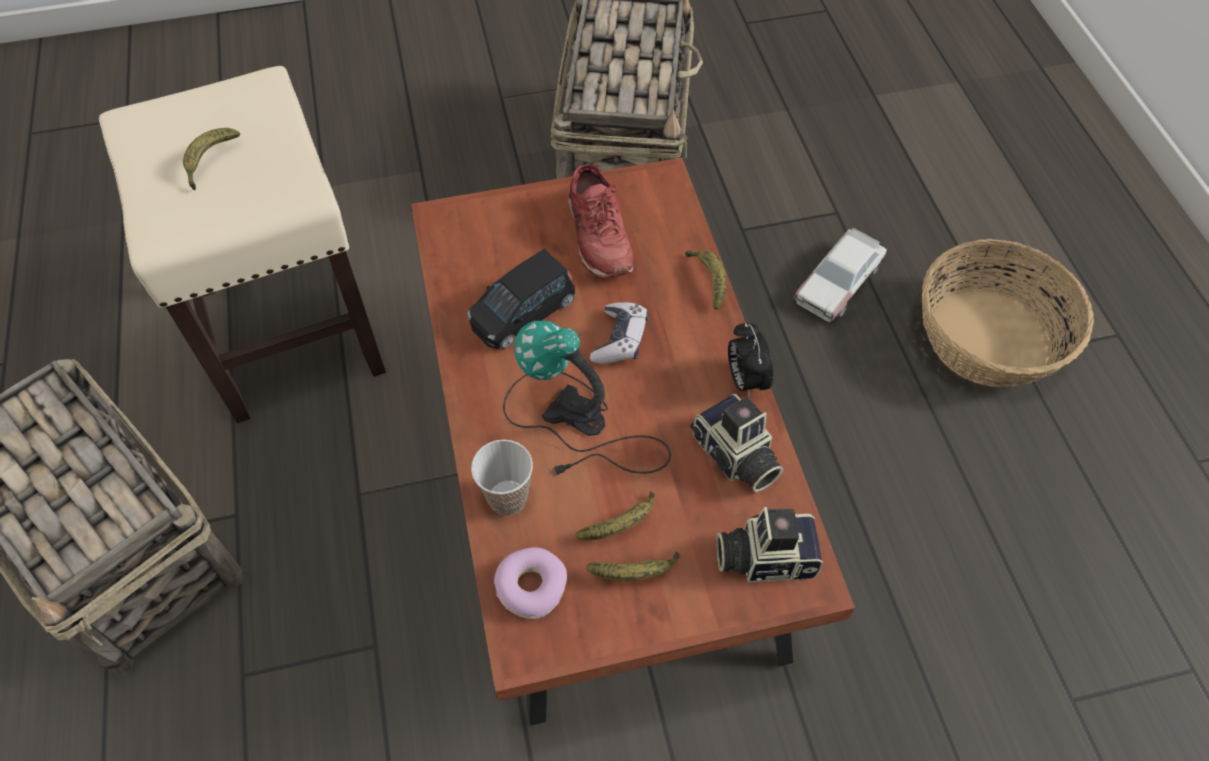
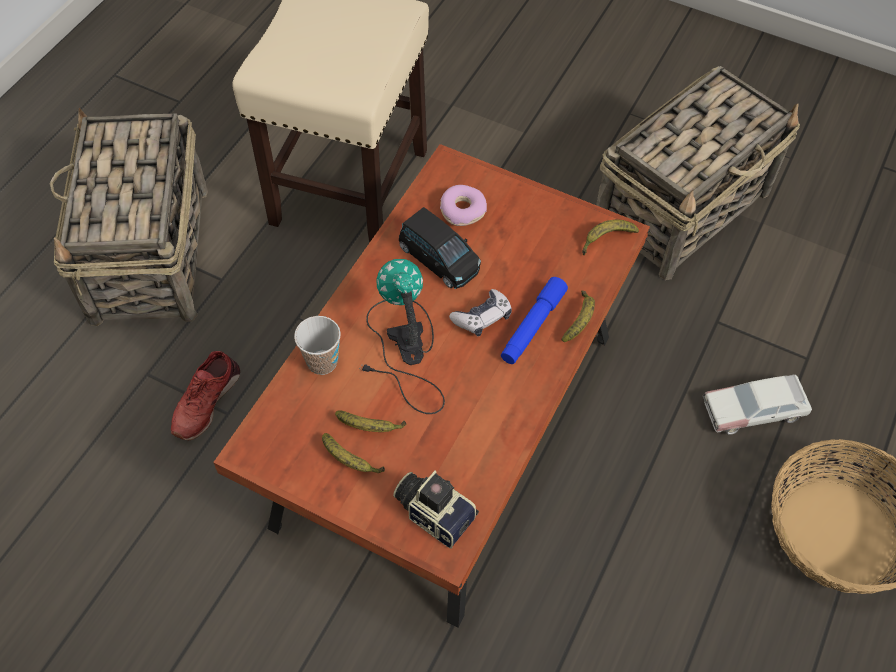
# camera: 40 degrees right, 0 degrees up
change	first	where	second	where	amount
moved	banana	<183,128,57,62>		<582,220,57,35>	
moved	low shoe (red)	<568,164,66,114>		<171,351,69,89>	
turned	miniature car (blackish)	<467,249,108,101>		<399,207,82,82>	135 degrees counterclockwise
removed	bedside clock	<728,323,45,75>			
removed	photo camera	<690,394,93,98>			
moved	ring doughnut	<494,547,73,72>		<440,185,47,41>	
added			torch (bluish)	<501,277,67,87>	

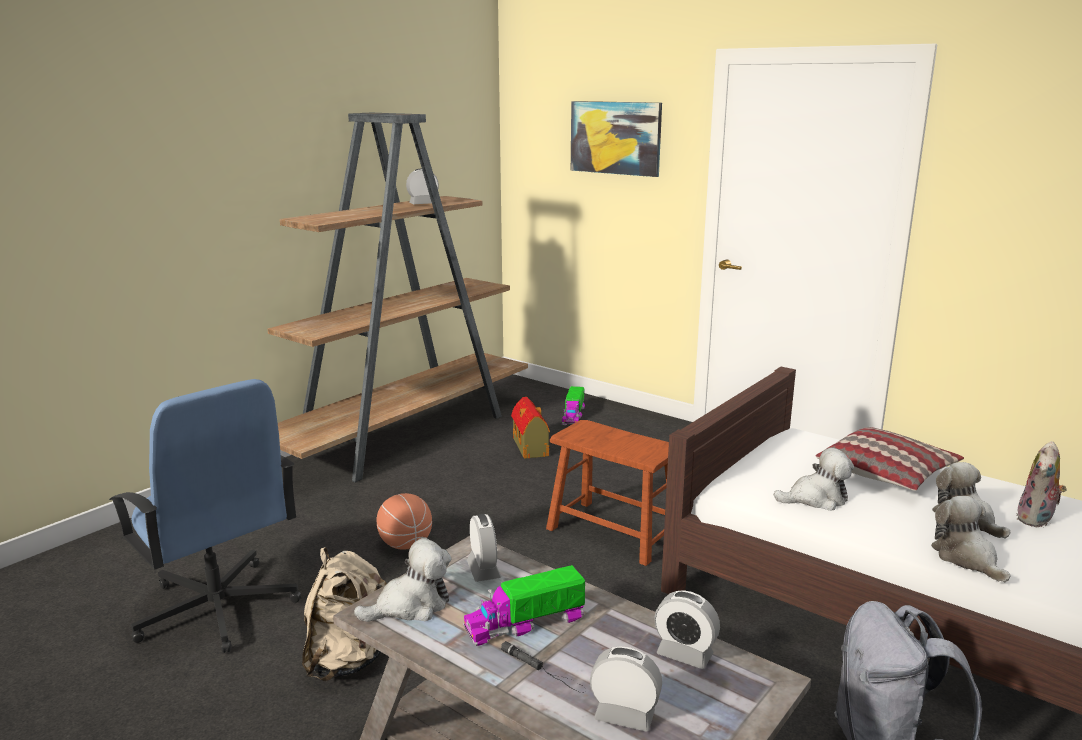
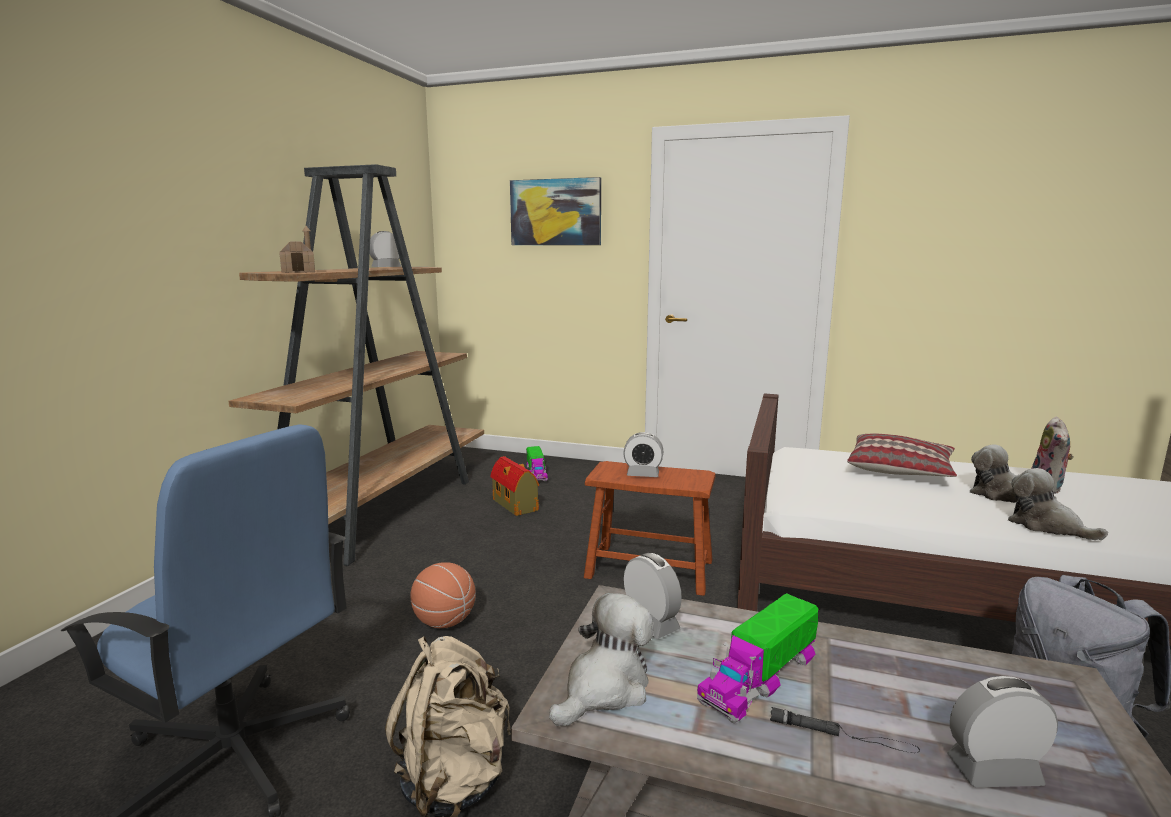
# camera: 20 degrees left, 5 degrees down
change	first	where	second	where	amount
removed	soft toy	<774,448,80,63>			
moved	bedside clock	<654,590,66,79>		<623,432,41,45>	
added			miniature house	<279,226,36,47>	

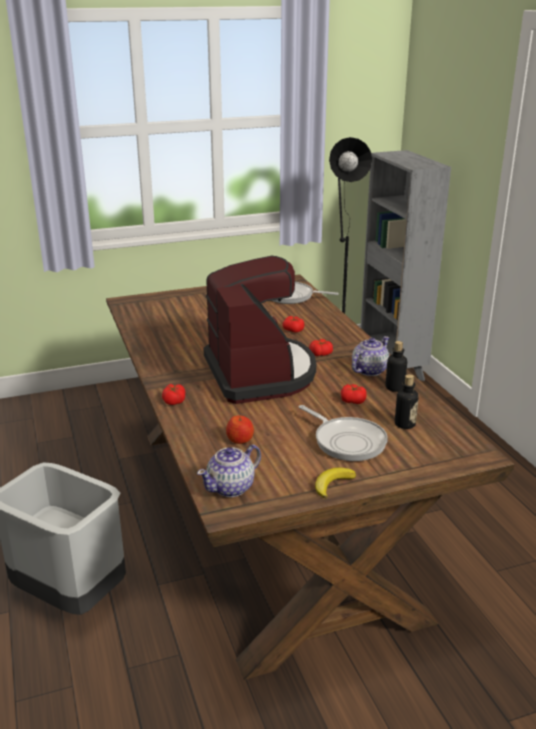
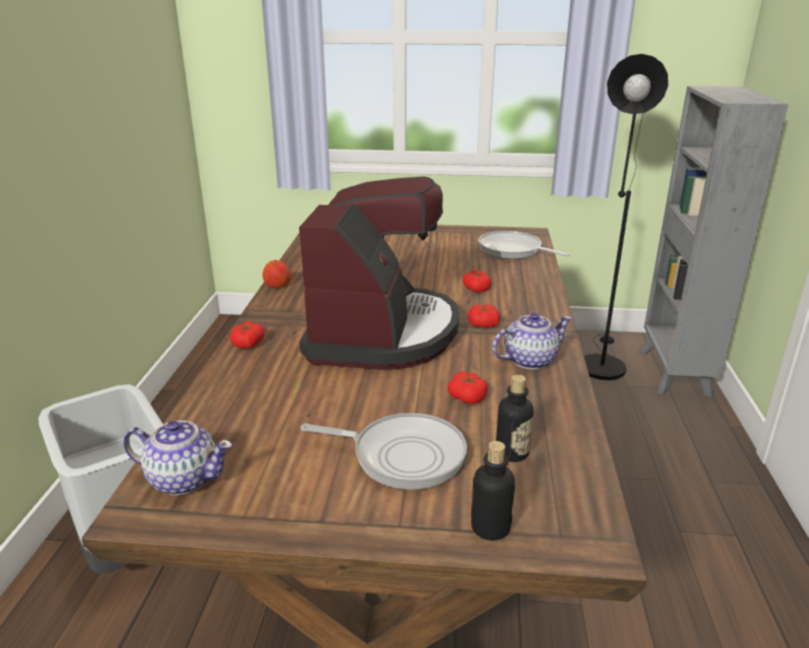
# camera: 25 degrees right, 0 degrees up
change	first	where	second	where	amount
moved	bottle	<385,341,22,51>		<471,441,44,99>	
turned	pan	<299,405,89,56>		<300,413,167,77>	60 degrees counterclockwise
moved	apple fruit	<226,415,28,29>		<262,260,29,28>	
turned	tea pot	<197,445,64,52>		<123,421,109,74>	150 degrees counterclockwise
removed	banana	<315,468,41,31>			

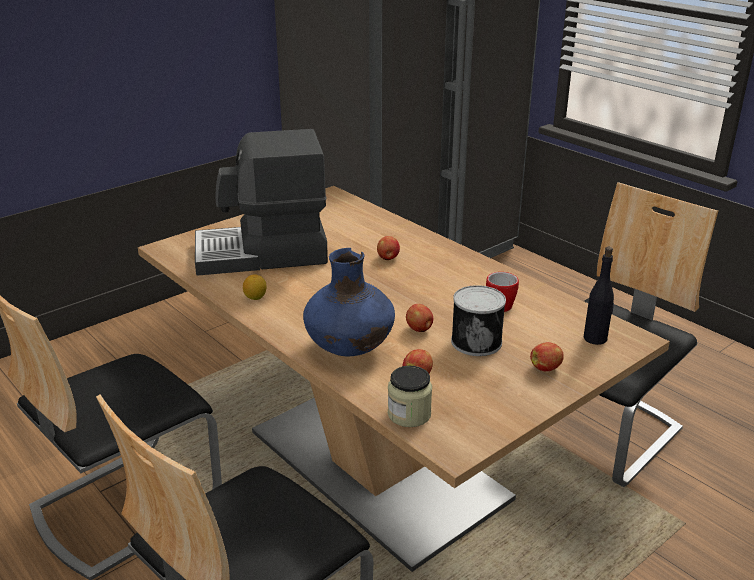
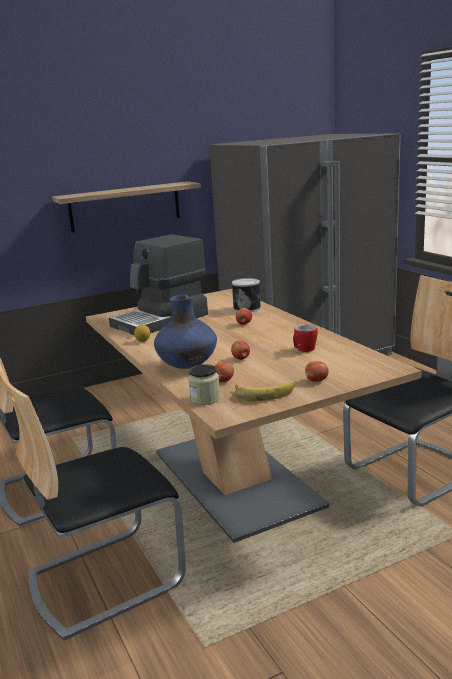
# camera: 15 degrees right, 10 degrees down
change	first	where	second	where	amount
turned	coffee brewer	<195,129,133,147>		<109,234,99,101>	45 degrees counterclockwise
removed	bottle (blackish)	<584,247,30,98>			
moved	sealed can	<451,285,55,71>		<232,278,29,34>	
added			wall shelf	<52,181,149,52>	
added			banana	<235,382,59,19>	

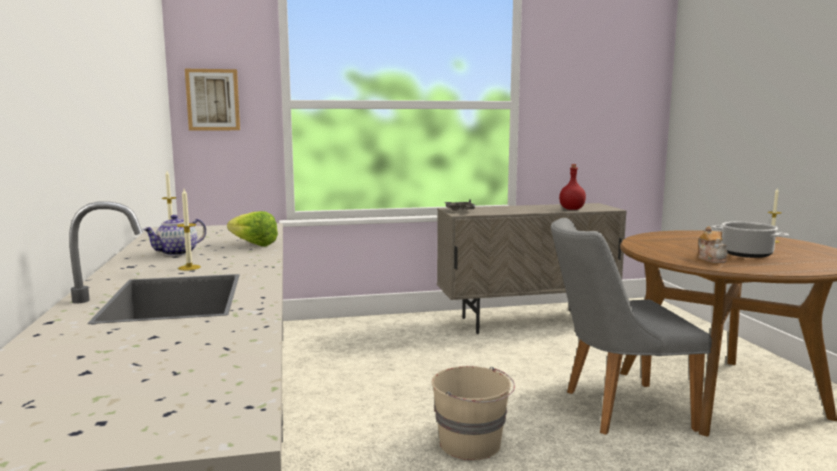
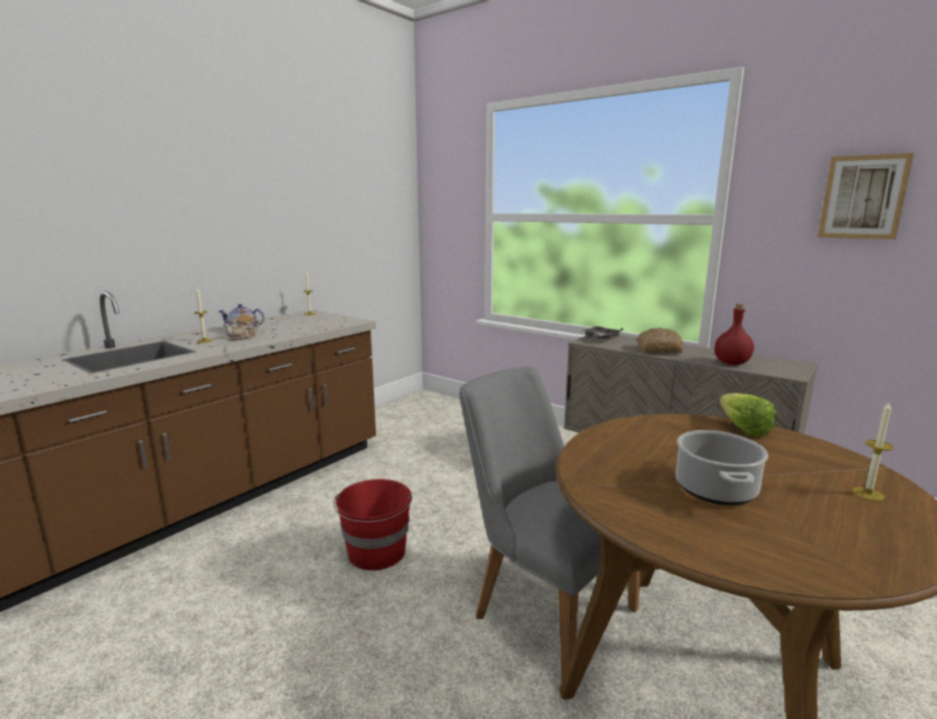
# camera: 50 degrees right, 5 degrees up
change	first	where	second	where	amount
moved	picture	<185,69,55,62>		<818,153,96,86>	
moved	lettuce head	<227,211,51,36>		<719,393,57,44>	
moved	tea pot	<698,226,30,37>		<223,309,37,31>	
recoloured	bucket (beige)	<431,366,84,94>	bucket (red)	<334,479,78,92>	
added			bread	<637,328,47,25>	

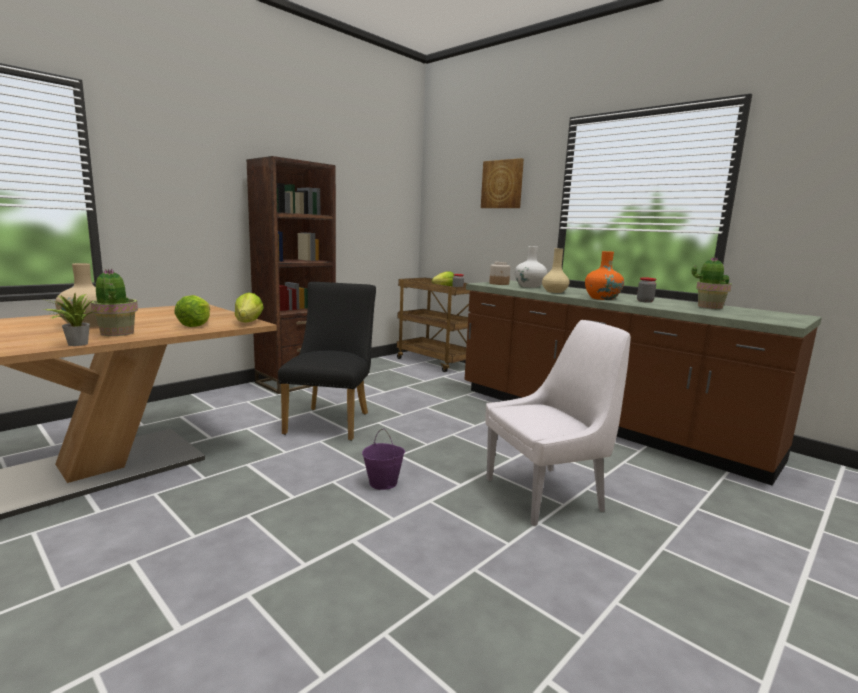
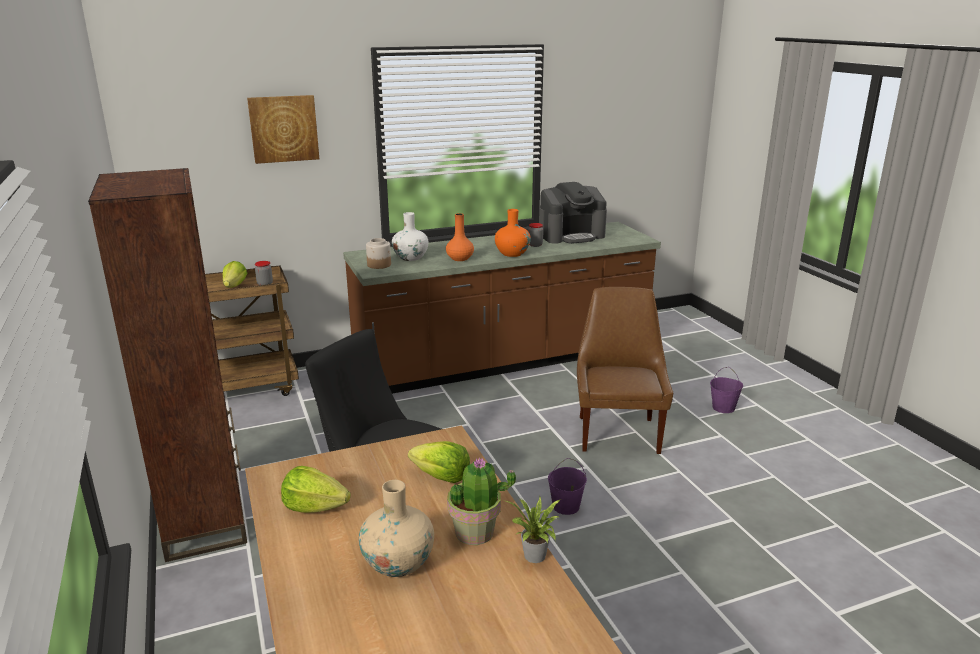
# camera: 65 degrees left, 10 degrees up
change	first	where	second	where	amount
recoloured	flower vase (beige)	<542,248,27,45>	flower vase (orange)	<446,213,28,48>	
replaced	houseplant	<692,257,40,52>	coffee brewer	<539,182,68,62>	
moved	lettuce head	<235,292,29,30>		<281,466,70,47>	
recoloured	upright chair (whitish)	<486,320,145,206>	upright chair (brown-coloured)	<577,287,96,167>	
added			bucket (purple)	<710,367,33,46>	

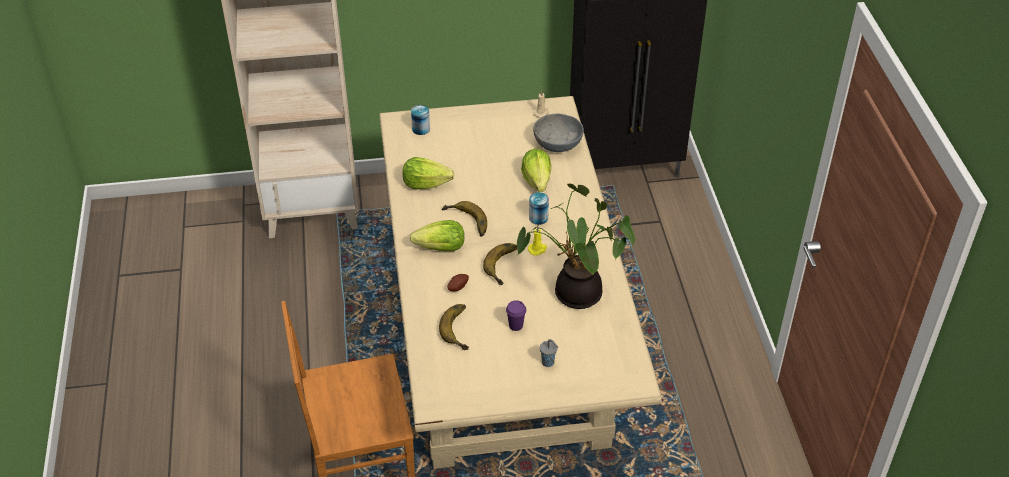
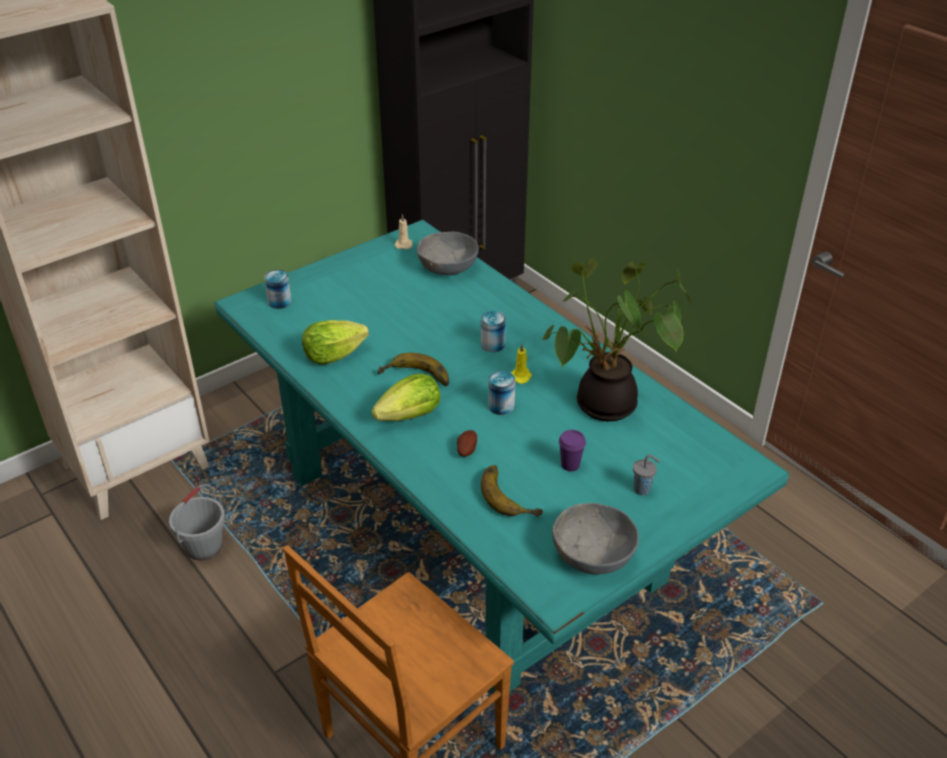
# camera: 30 degrees left, 5 degrees down
change	first	where	second	where	amount
recoloured	kitchen table (beige)	<379,96,283,373>	kitchen table (blue-green)	<215,220,574,473>	
removed	lettuce head	<521,149,30,43>			
replaced	banana	<483,243,34,42>	sealed can	<488,371,27,44>	
added			bucket (greyish)	<169,484,56,77>	
added			bowl (greyish)	<552,503,87,72>	

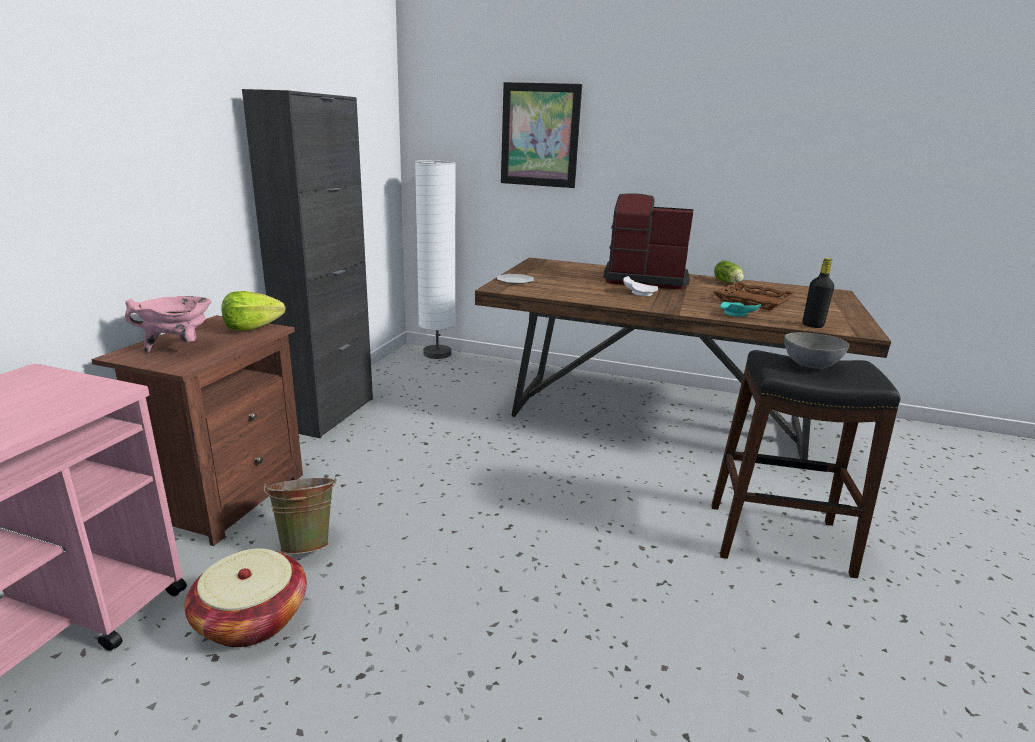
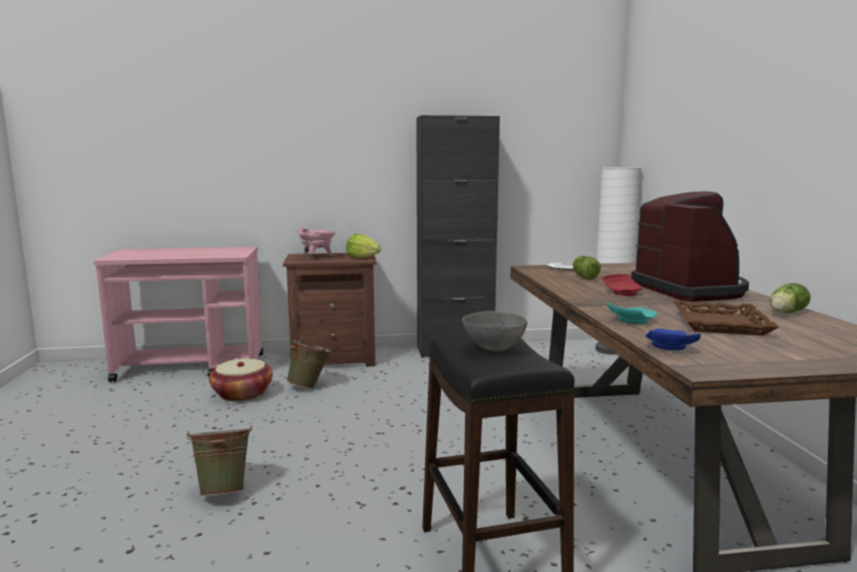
# camera: 65 degrees right, 10 degrees down
change	first	where	second	where	amount
removed	picture	<501,82,81,106>			
replaced	bottle (blackish)	<803,258,31,70>	dinner plate (bluish)	<645,328,56,22>	
recoloured	dinner plate (whitish)	<623,276,35,20>	dinner plate (red)	<603,274,40,22>	
added			lettuce head	<573,256,28,24>	
added			bucket (greenish)	<186,425,66,71>	

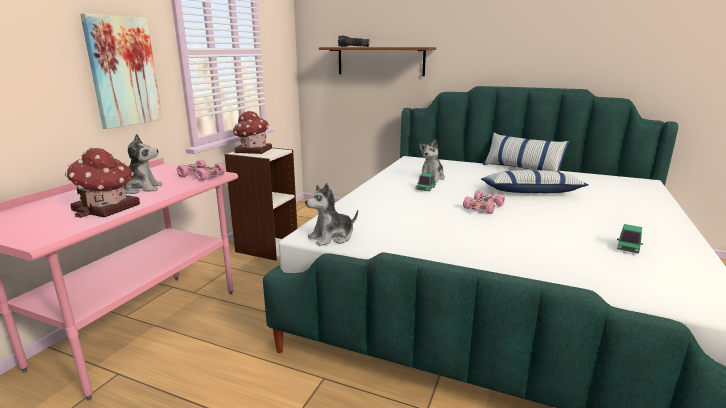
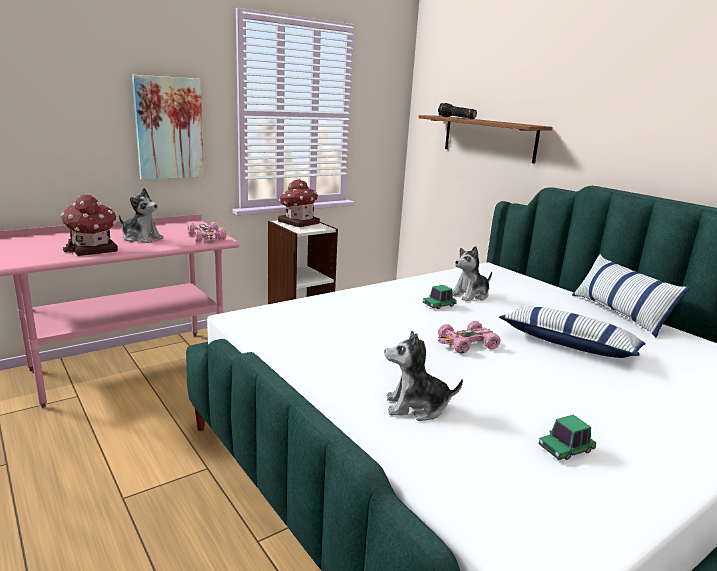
# camera: 30 degrees right, 0 degrees up
change	first	where	second	where	amount
moved	soft toy	<305,183,53,63>		<385,331,78,90>	

